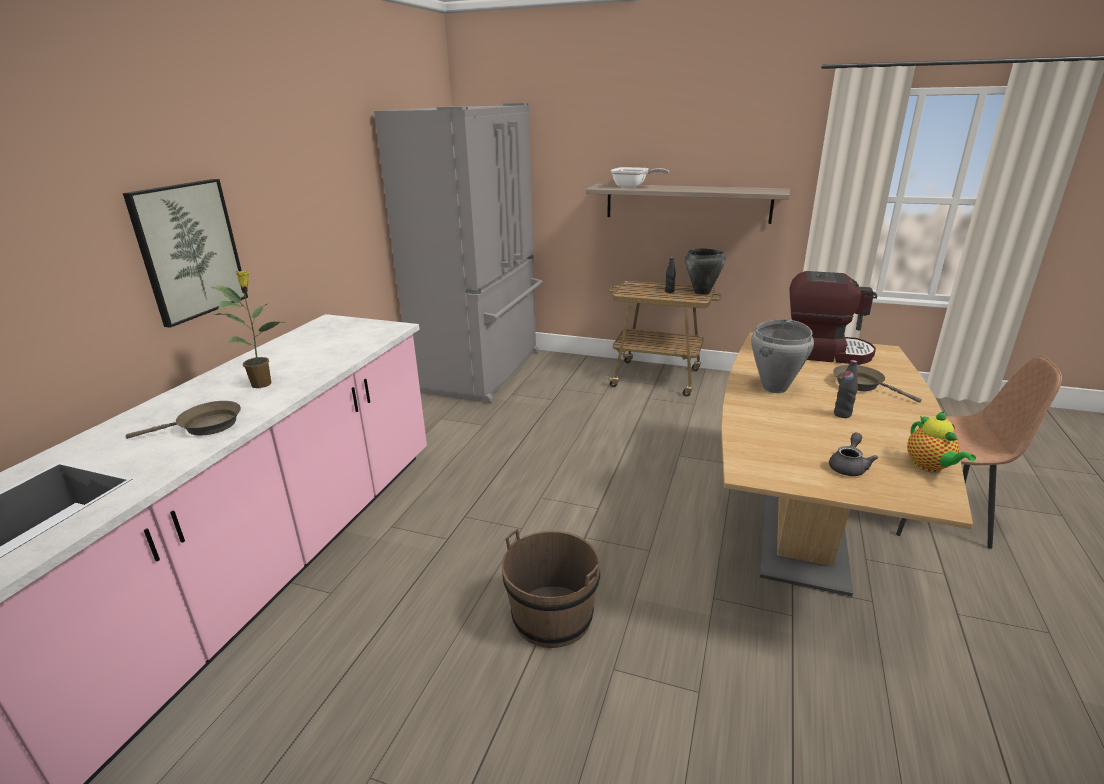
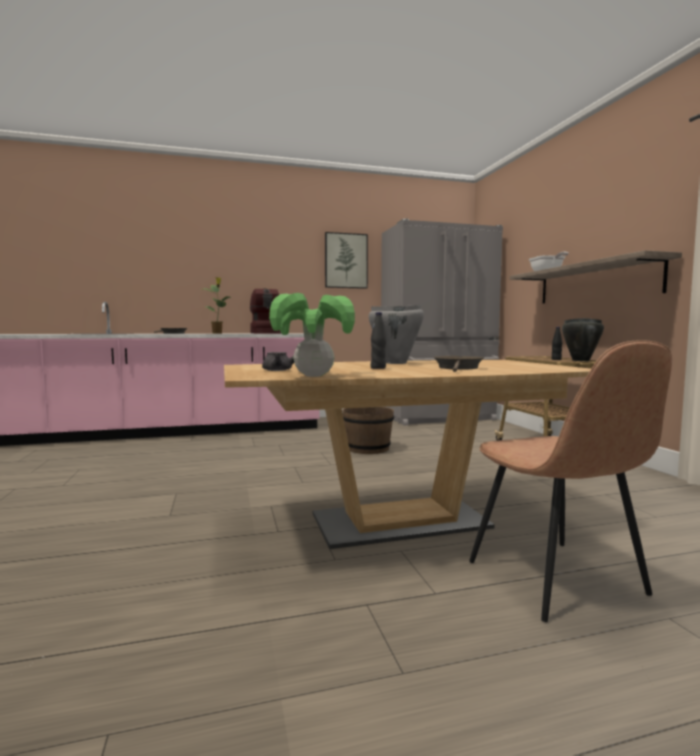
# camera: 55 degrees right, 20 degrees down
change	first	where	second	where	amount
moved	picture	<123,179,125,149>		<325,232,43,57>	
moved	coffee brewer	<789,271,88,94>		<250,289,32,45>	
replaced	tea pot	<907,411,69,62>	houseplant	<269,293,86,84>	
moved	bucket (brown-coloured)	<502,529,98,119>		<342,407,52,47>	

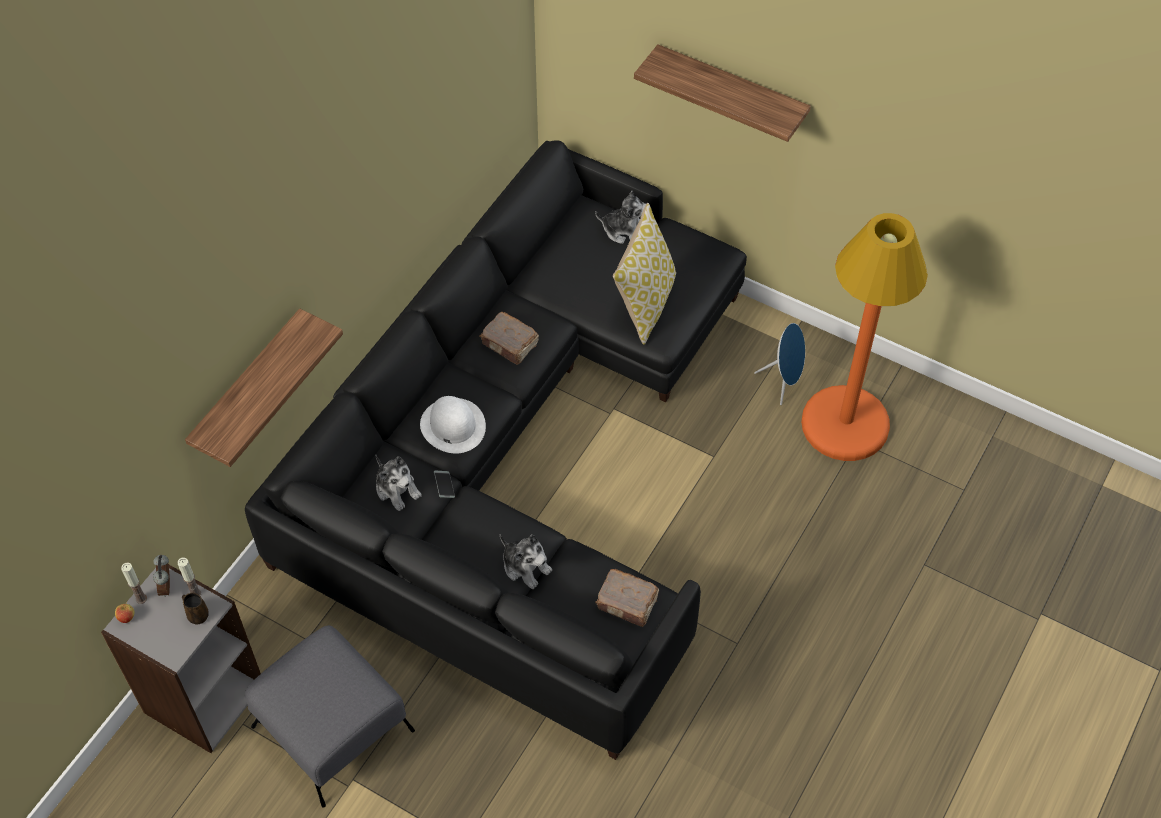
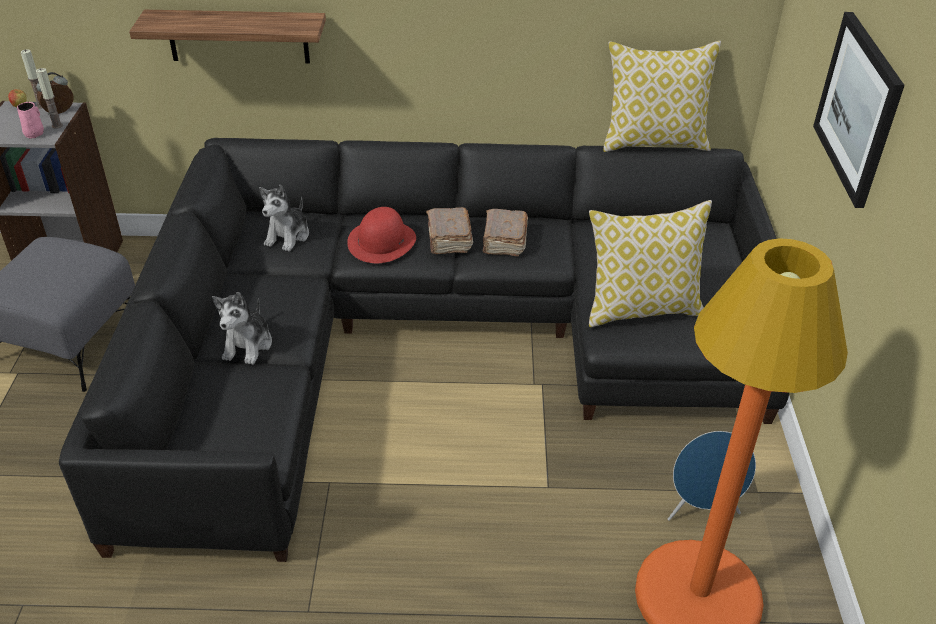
# camera: 60 degrees right, 15 degrees down
change	first	where	second	where	amount
replaced	wall shelf	<634,44,177,98>	picture	<813,12,92,196>	
removed	soft toy	<595,190,51,54>			
recoloured	hat (whitish)	<420,396,66,58>	hat (red)	<347,207,69,56>	
removed	handset	<434,471,21,27>			
moved	bound book (brown-coloured)	<595,569,64,58>		<426,207,47,47>	
recoloured	mug (brown-coloured)	<182,592,27,32>	mug (pink)	<17,102,27,37>	
added			pillow	<603,41,118,111>	

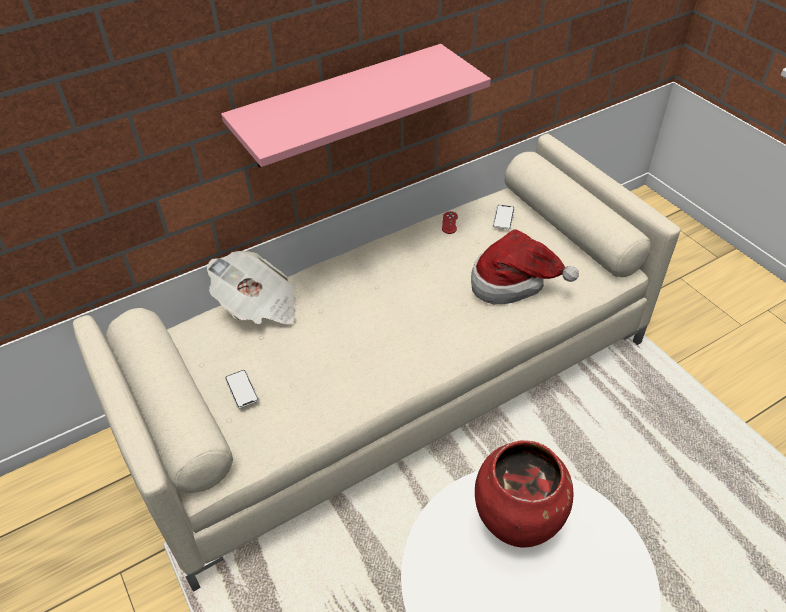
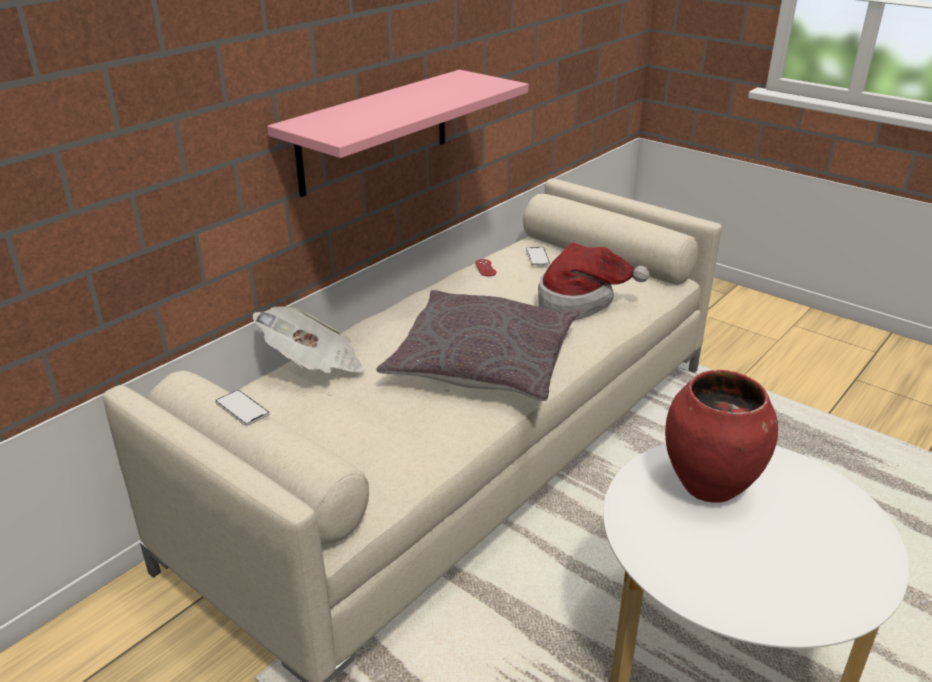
# camera: 20 degrees left, 15 degrees down
change	first	where	second	where	amount
moved	handset	<225,370,34,38>		<215,390,55,36>	
added			pillow (greyish)	<376,290,204,111>	

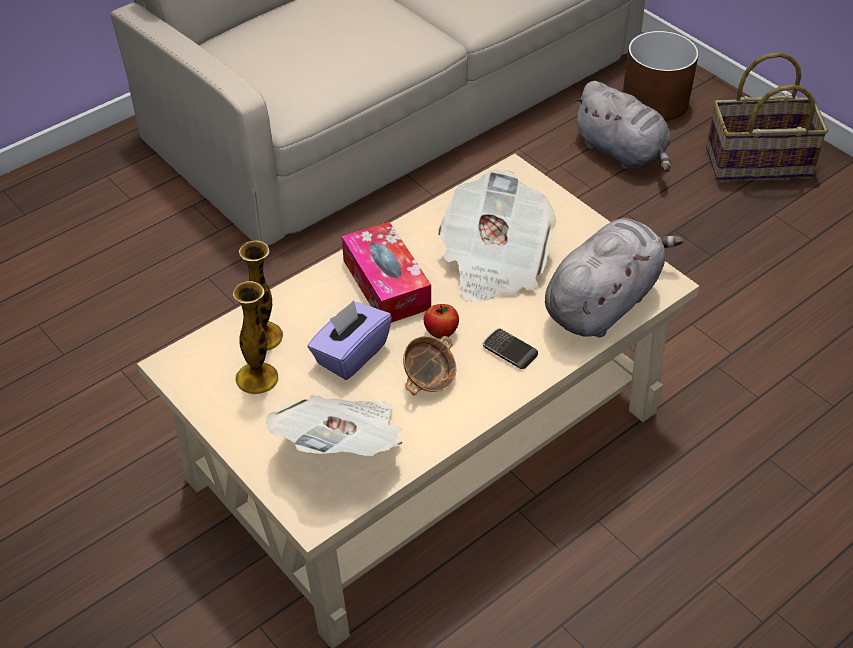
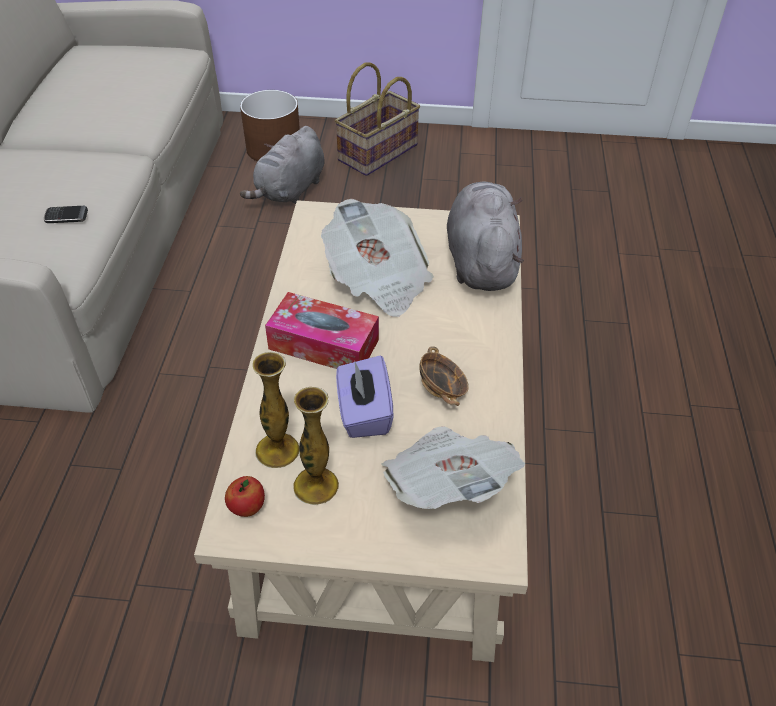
# camera: 45 degrees left, 0 degrees up
change	first	where	second	where	amount
turned	soft toy (greyish)	<572,81,99,91>		<240,126,84,78>	120 degrees clockwise
moved	apple fruit	<424,304,35,35>		<225,476,40,41>	
moved	handset	<483,329,55,40>		<44,206,44,17>	

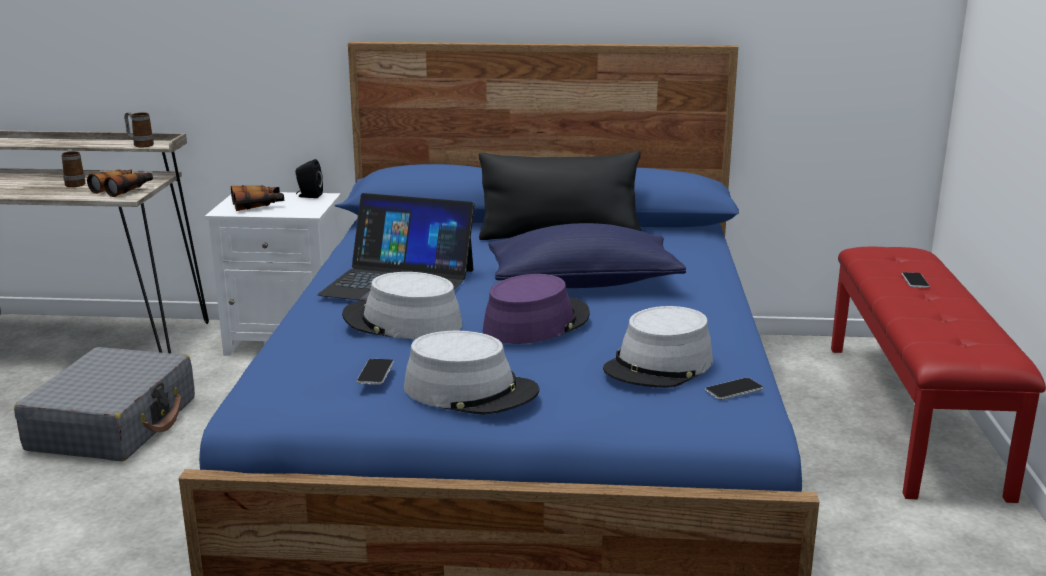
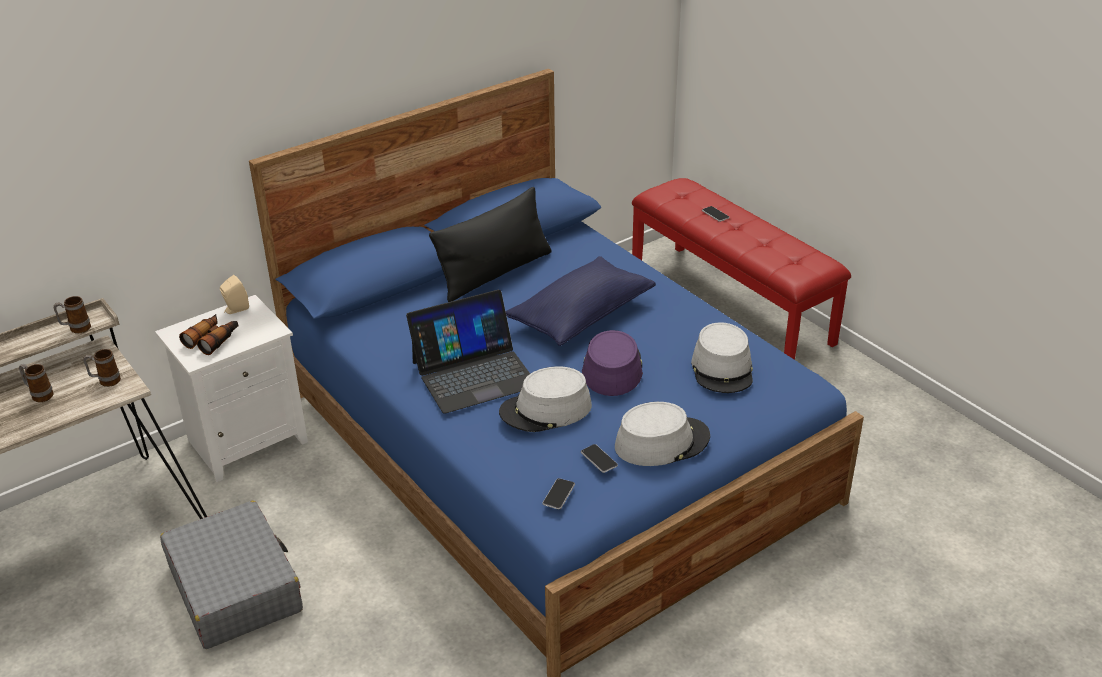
# camera: 40 degrees left, 15 degrees up
change	first	where	second	where	amount
recoloured	speaker (blackish)	<295,159,28,39>	speaker (beige)	<220,275,29,39>	
replaced	field glasses	<87,169,66,28>	mug	<83,349,38,38>	
moved	handset	<705,378,58,22>		<543,478,32,31>	

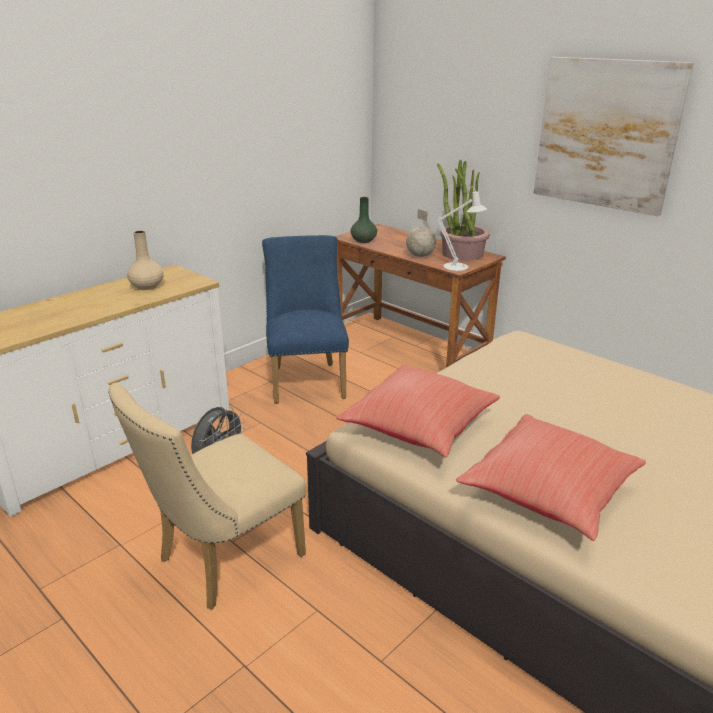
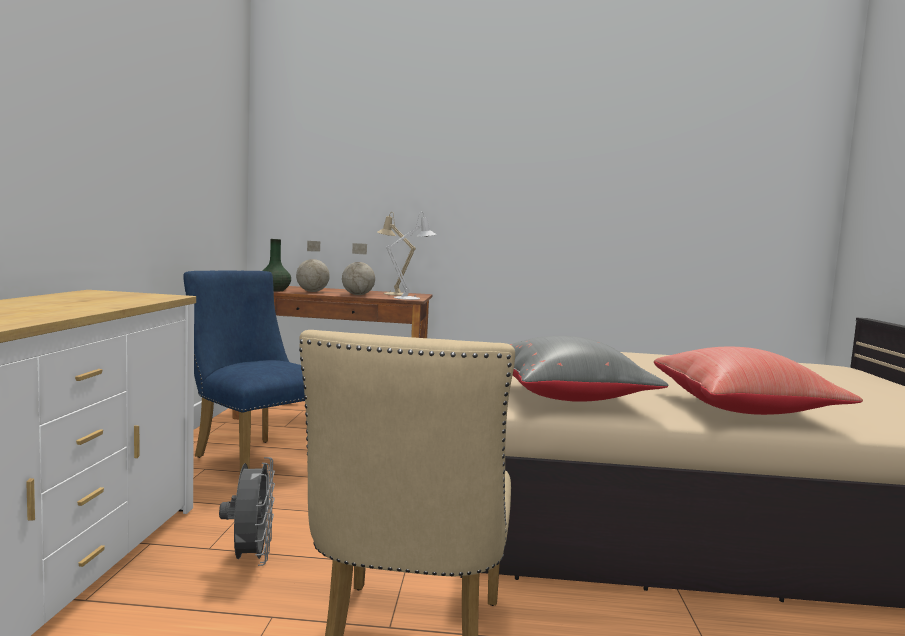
# camera: 40 degrees left, 20 degrees down
change	first	where	second	where	amount
removed	picture	<534,57,160,159>			
replaced	houseplant	<437,159,53,102>	table lamp (beige)	<377,213,39,82>	
removed	flower vase (beige)	<127,230,37,60>			
recoloured	pillow (red)	<336,364,164,93>	pillow (greyish)	<510,336,158,66>	
added			globe	<296,241,34,51>	

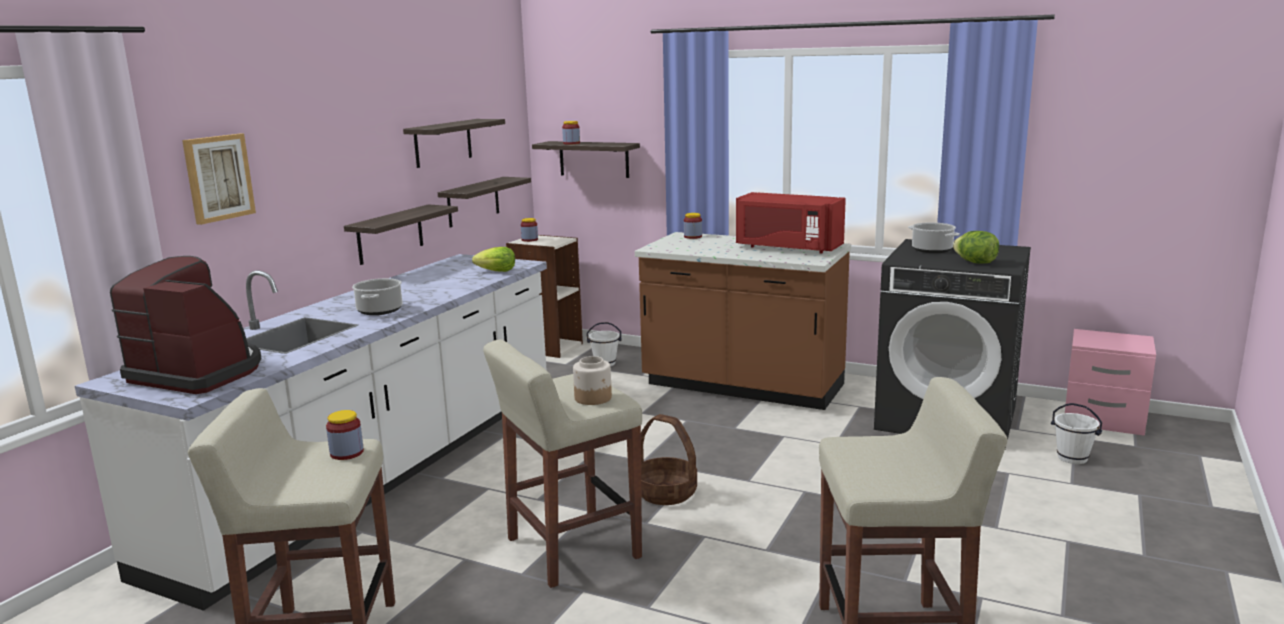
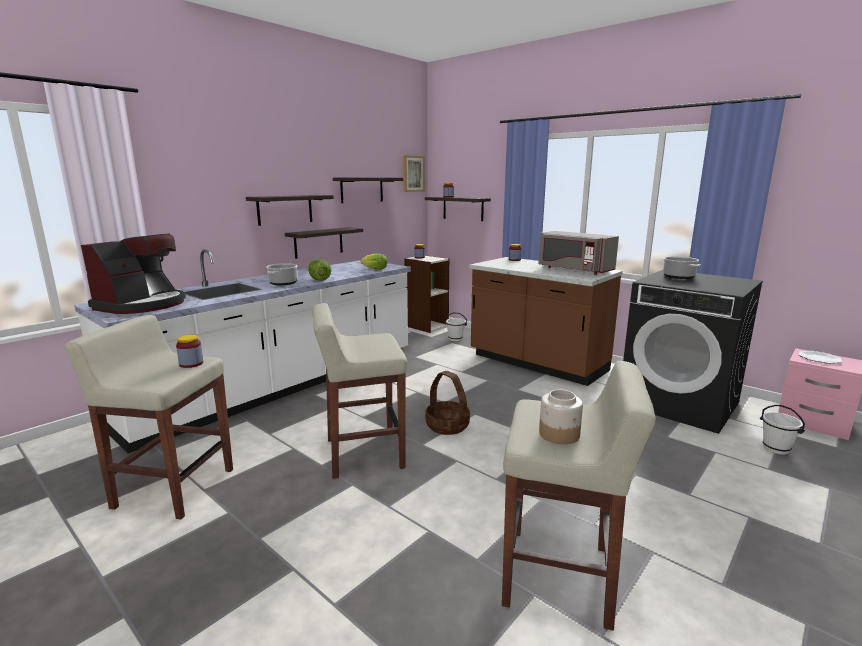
# camera: 15 degrees right, 0 degrees up
change	first	where	second	where	amount
moved	picture	<182,134,74,91>		<403,155,22,37>	
moved	wall shelf	<438,177,93,51>		<246,195,88,31>	
recoloured	microwave (red)	<736,192,110,62>	microwave (greyish)	<538,231,81,44>	
moved	lettuce head	<953,231,46,33>		<308,259,23,22>	
turned	coffee brewer	<110,256,151,138>		<81,233,105,81>	75 degrees clockwise
moved	storage jar	<573,356,39,49>		<539,390,44,54>	
added			dinner plate	<799,351,43,13>	

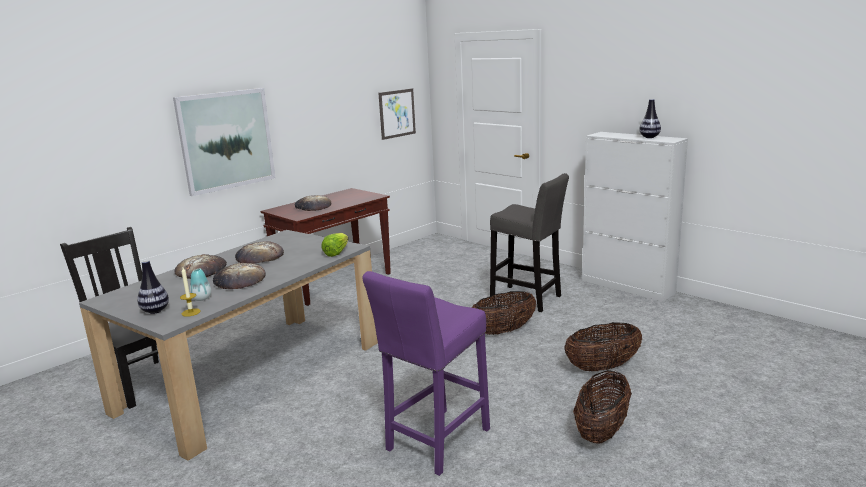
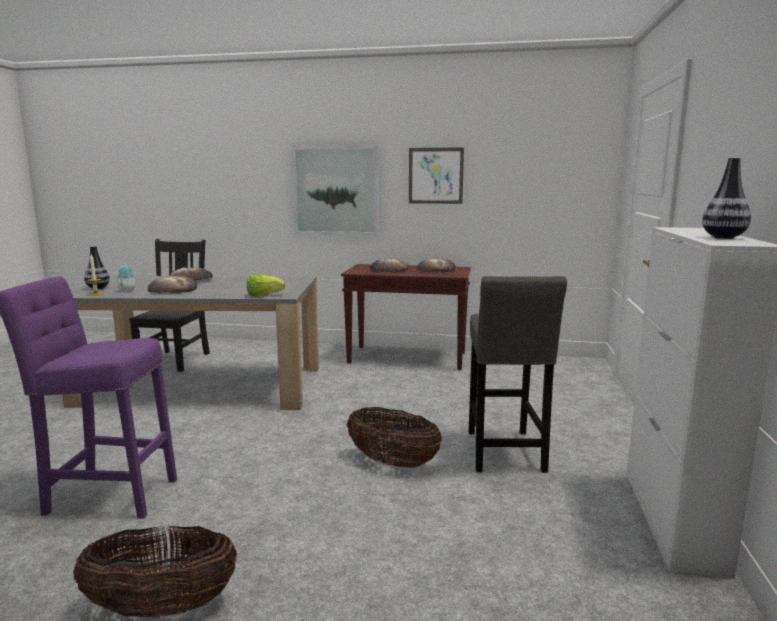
# camera: 55 degrees right, 5 degrees down
change	first	where	second	where	amount
moved	picture	<378,88,38,52>		<409,147,55,57>	
moved	bread	<235,241,49,23>		<417,258,39,14>	
removed	household basket	<565,322,77,49>			

